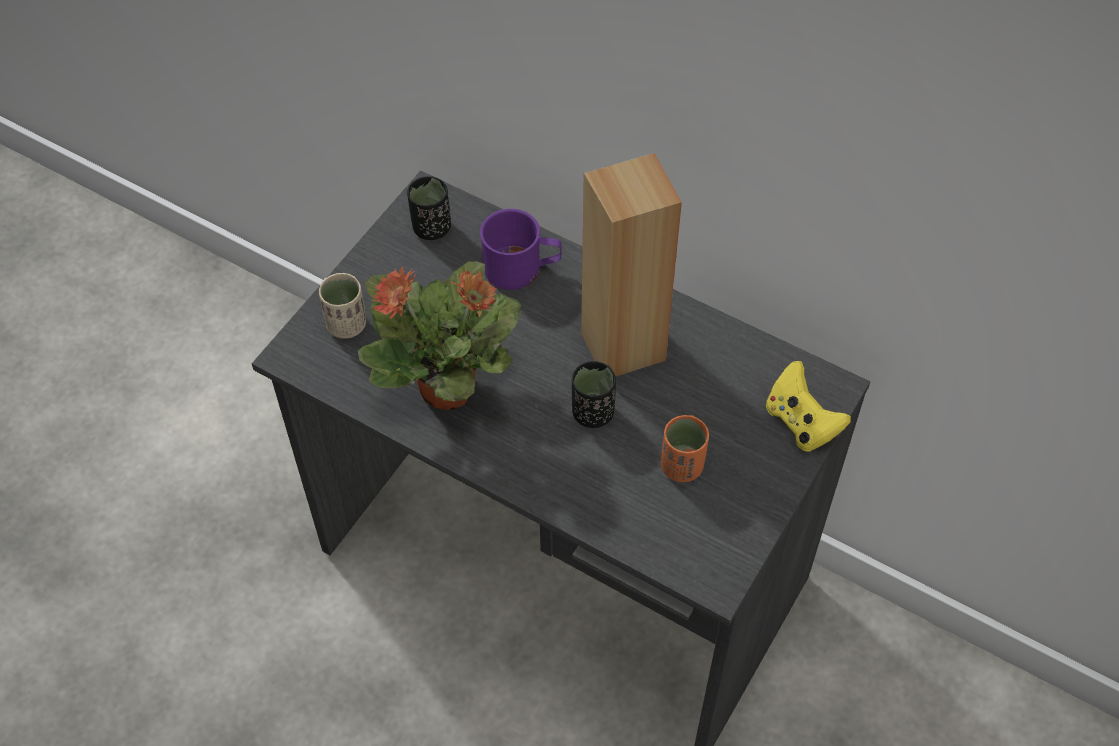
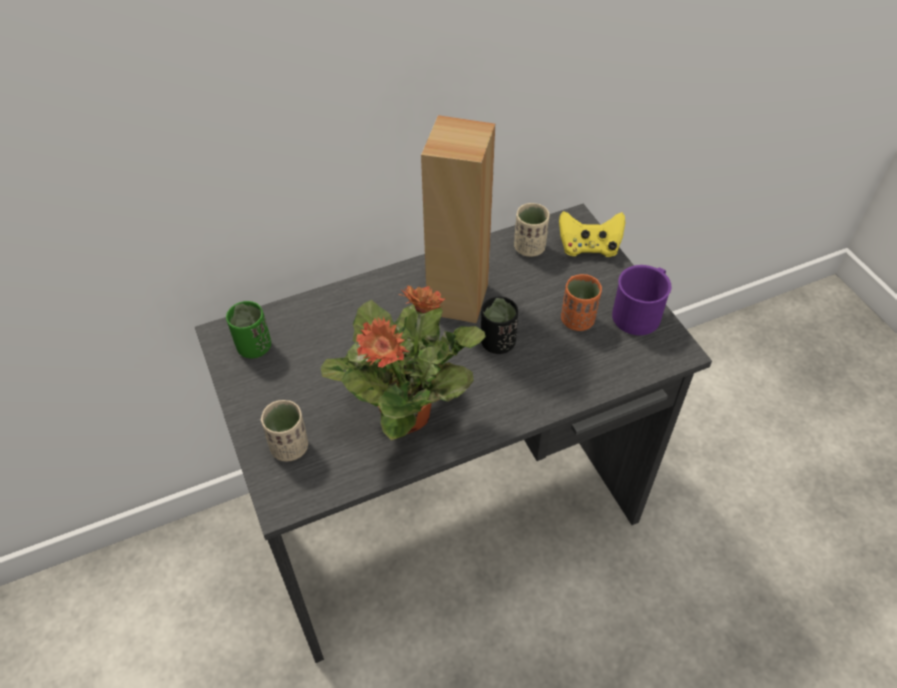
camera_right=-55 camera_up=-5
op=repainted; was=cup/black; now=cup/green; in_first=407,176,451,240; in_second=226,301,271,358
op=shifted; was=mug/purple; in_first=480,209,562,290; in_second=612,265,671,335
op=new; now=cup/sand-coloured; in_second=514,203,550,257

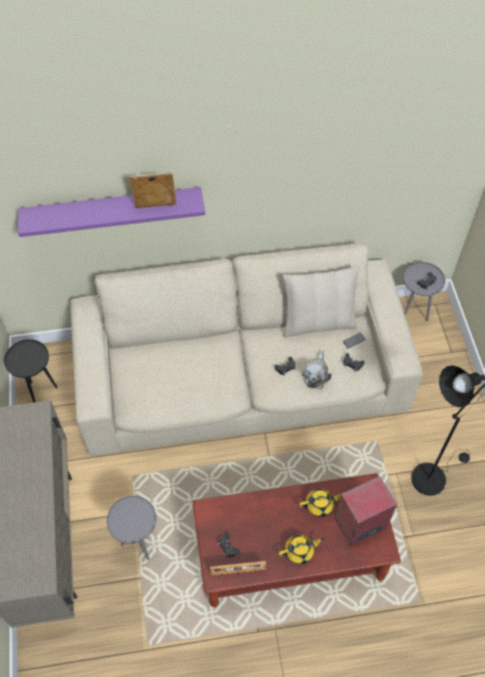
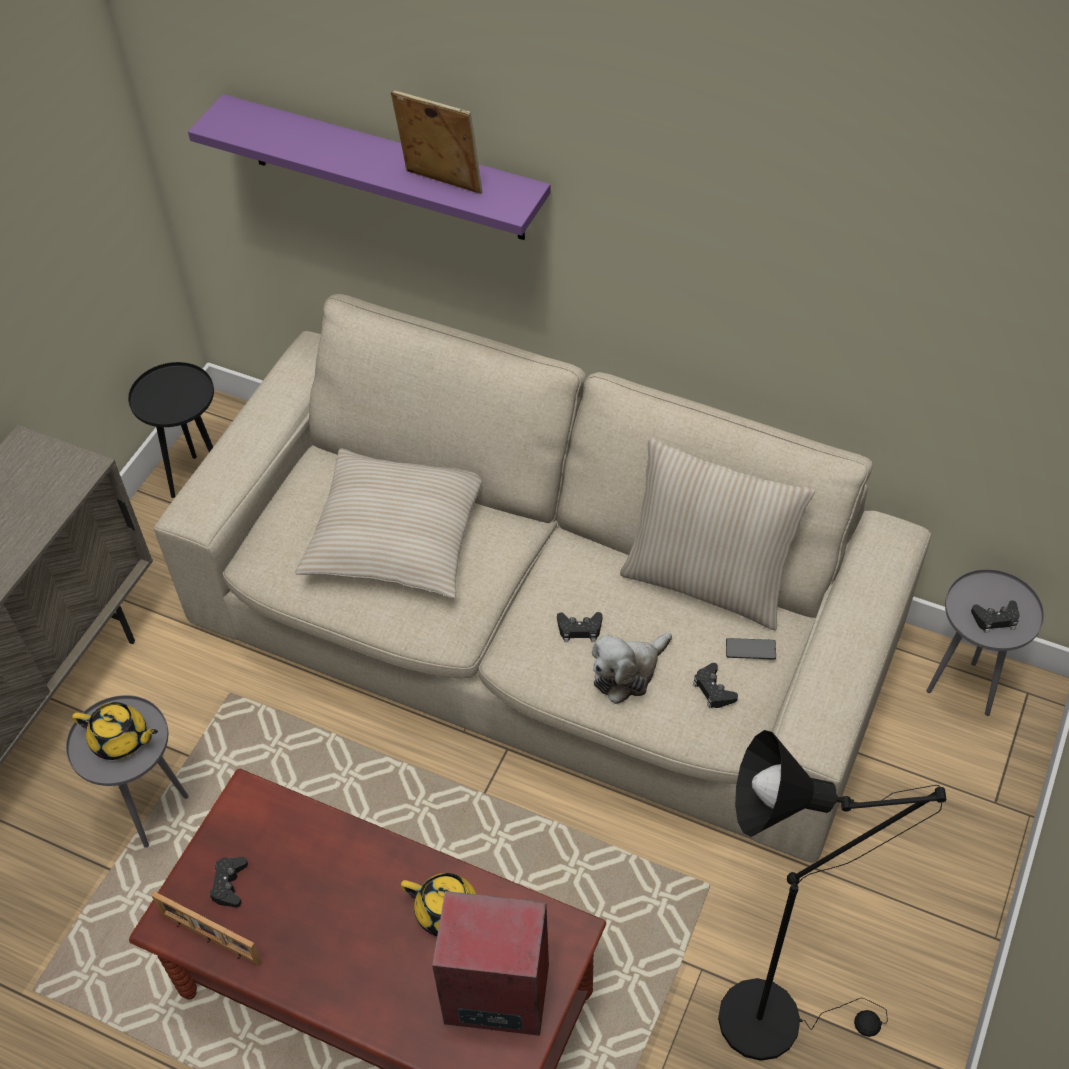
camera_right=35 camera_up=-5
op=shifted; was=pot for tea/yellow; in_first=279,534,324,564; in_second=72,702,158,760
op=new; now=cushion/sand-coloured; in_second=295,449,482,599

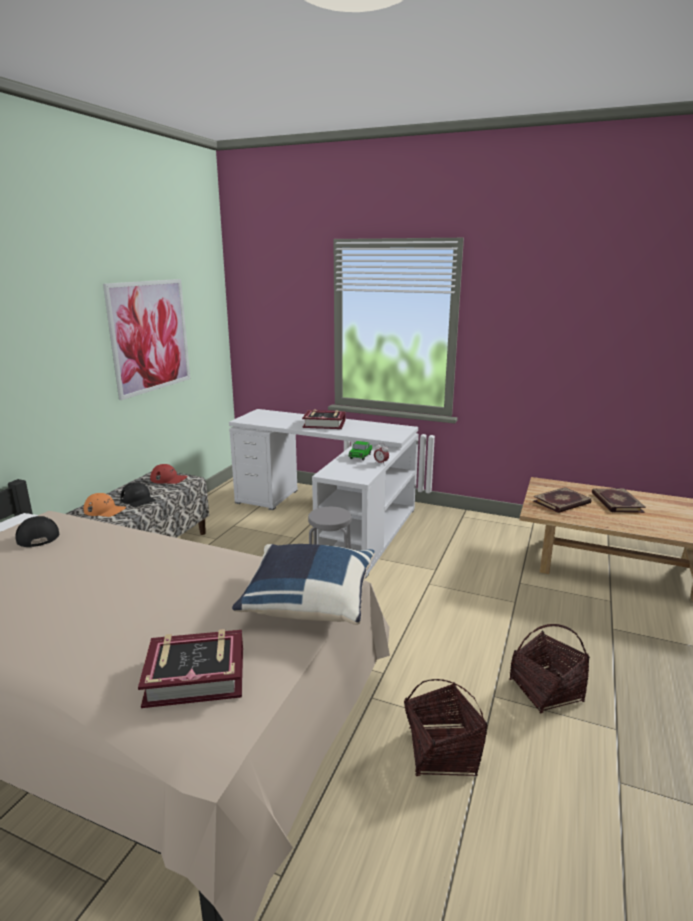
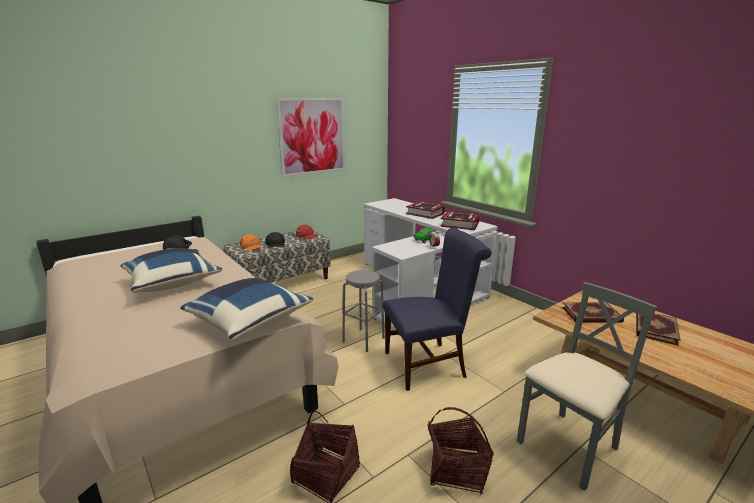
camera_right=30 camera_up=0
op=shifted; was=bound book; in_first=138,629,243,708; in_second=440,212,480,230
op=new; now=upright chair/bluish; in_second=383,228,492,391
op=new; now=cushion/bluish; in_second=120,248,222,293
op=new; now=upright chair/gray; in_second=517,282,657,491

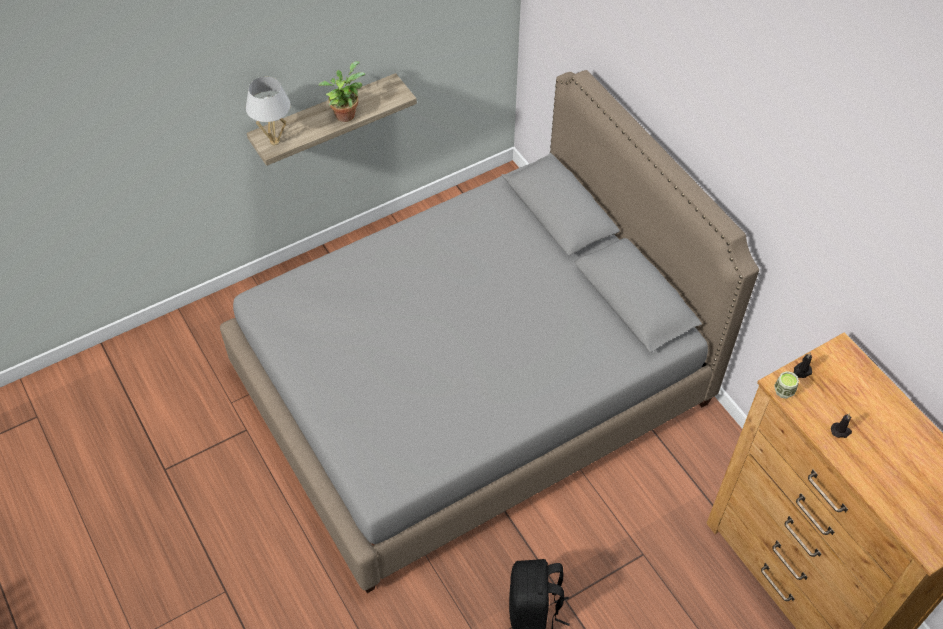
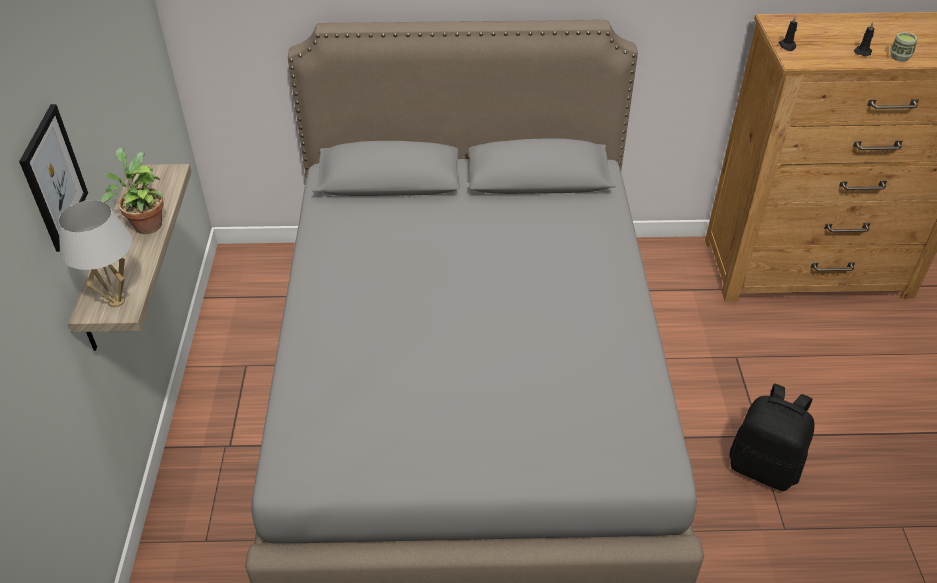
camera_right=-60 camera_up=-10
op=shifted; was=cup; in_first=774,371,799,399; in_second=890,32,917,62
op=new; now=wall picture; in_second=19,104,88,252

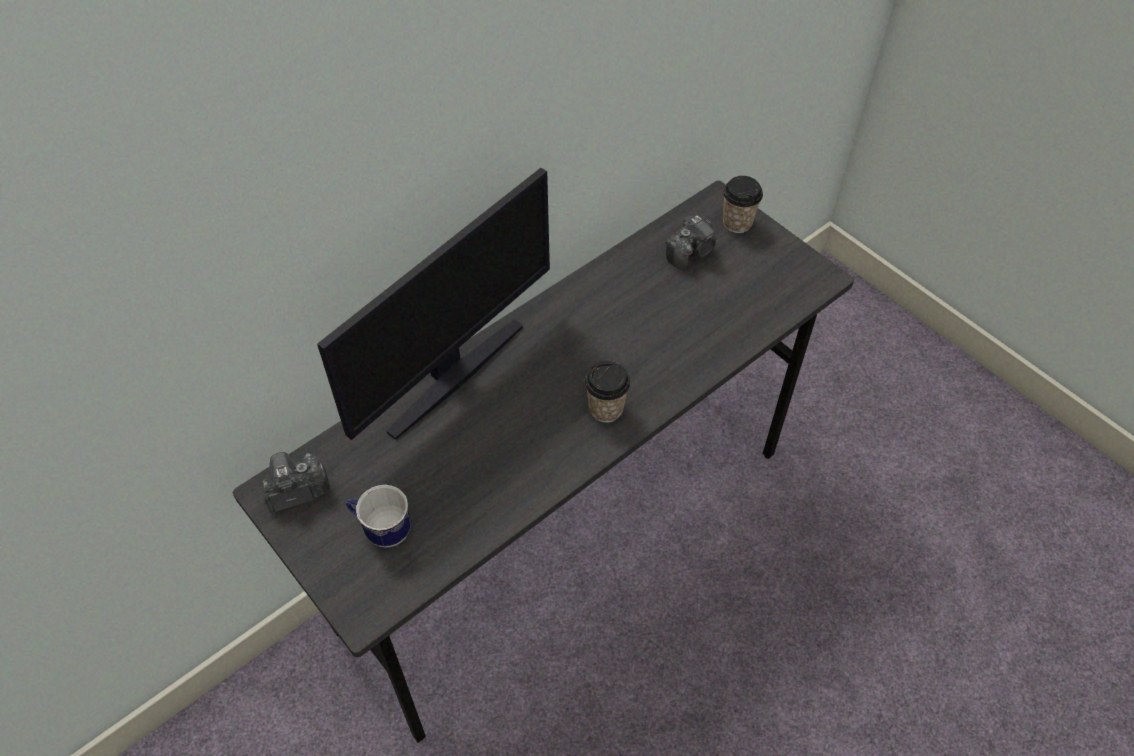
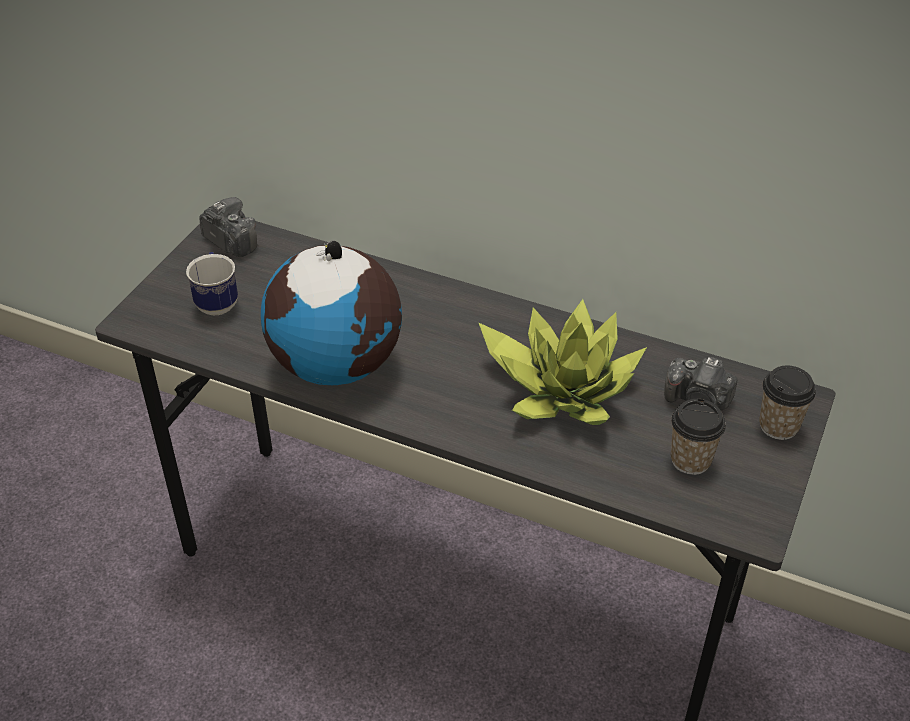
camera_right=65 camera_up=-10
op=gone; was=computer screen; in_first=317,168,550,440
op=shifted; was=cup; in_first=585,361,630,423; in_second=671,399,726,475
op=new; now=desk globe; in_second=261,241,402,385
op=new; now=plant in a pot; in_second=478,299,647,425

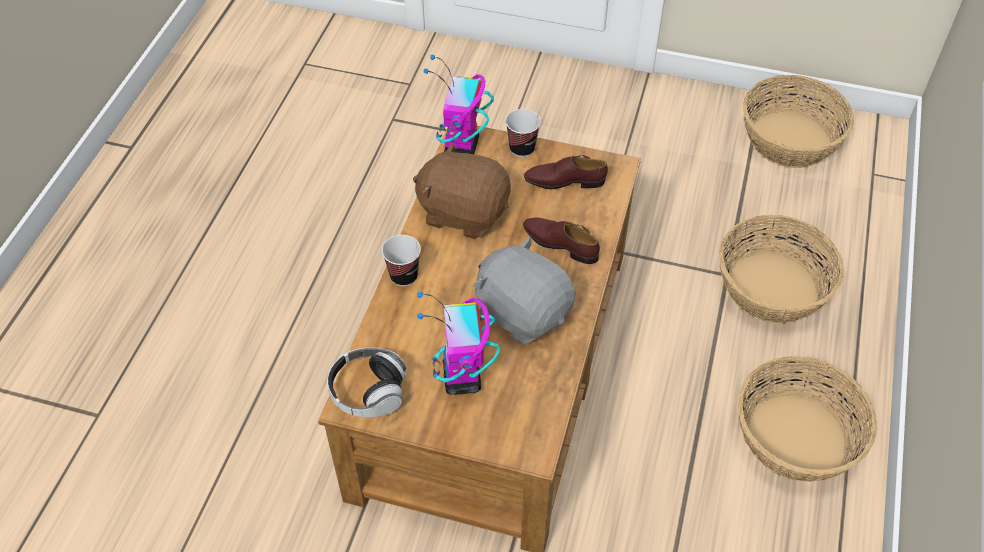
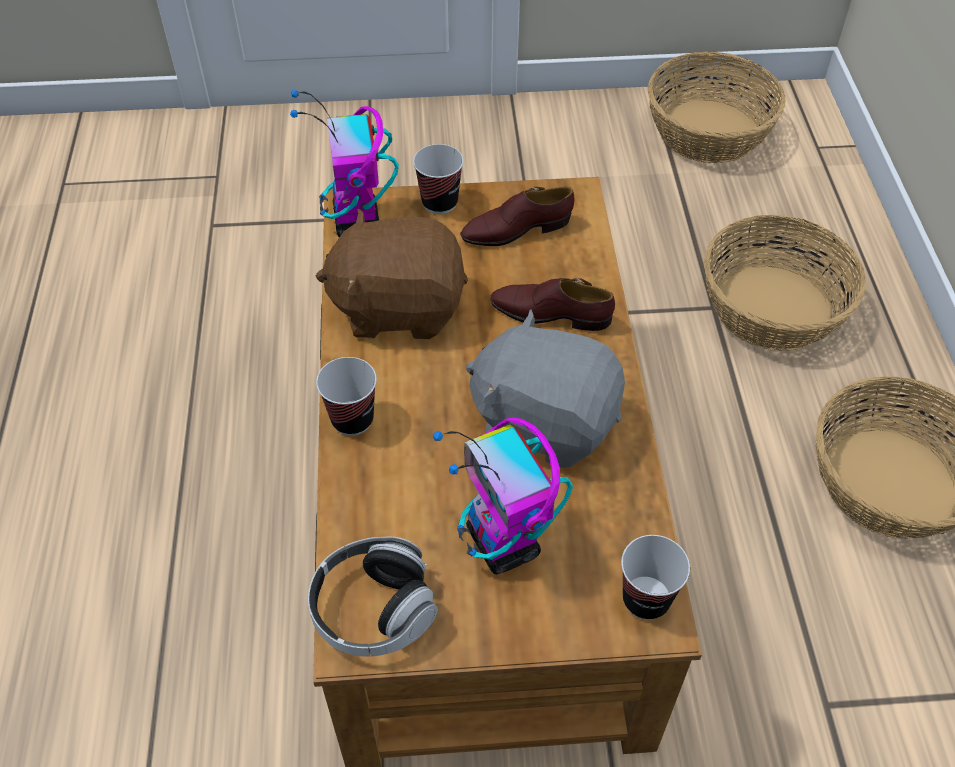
camera_right=-20 camera_up=0
op=new; now=cup; in_second=621,535,690,620

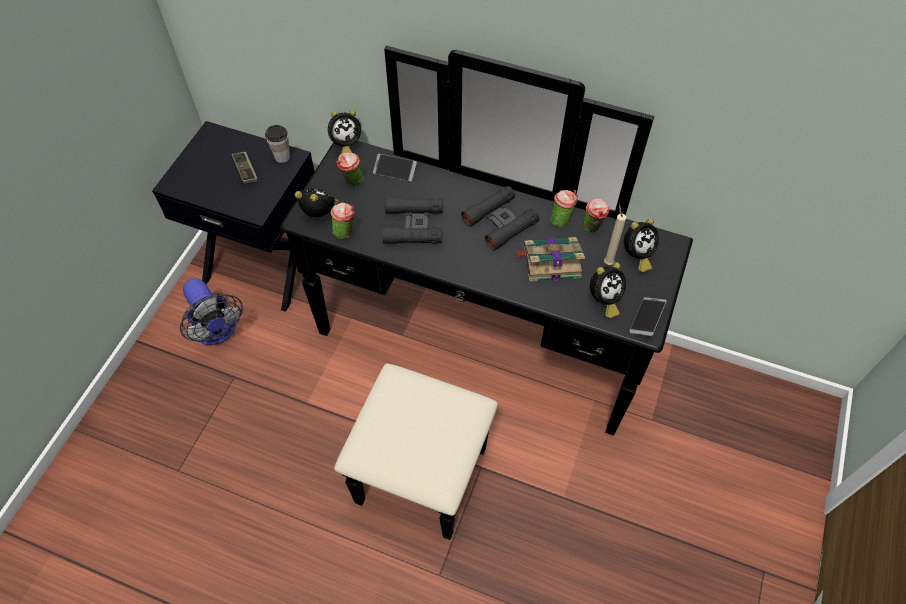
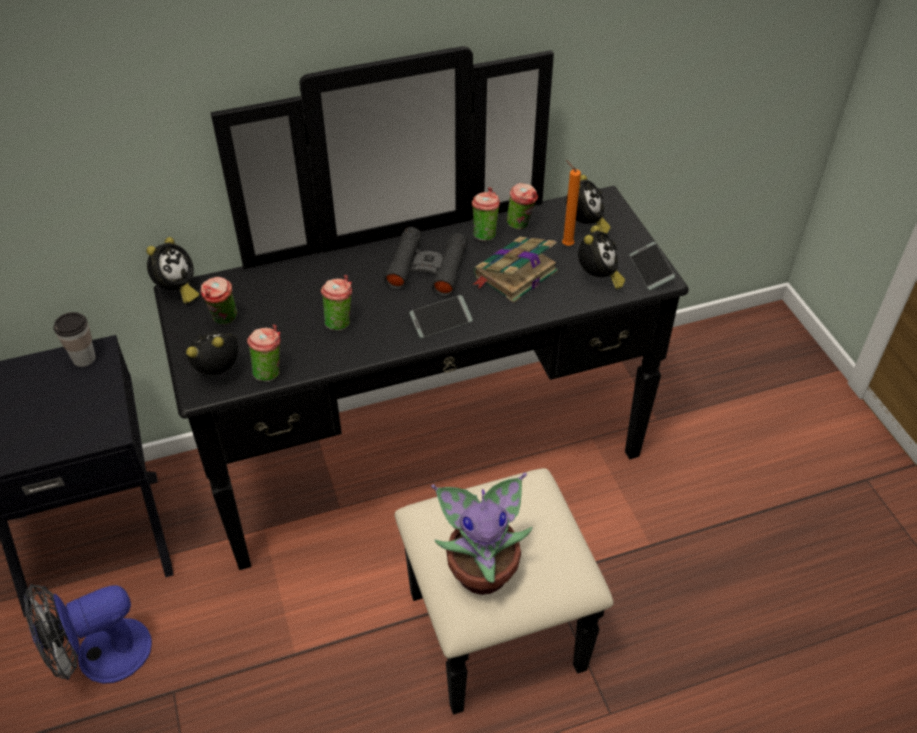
camera_right=-40 camera_up=-10
op=gone; was=game controller; in_first=231,152,258,184
op=shifted; was=telephone; in_first=373,154,417,182; in_second=409,295,473,338
op=swapped; was=pair of binoculars/black; now=cup; in_first=382,197,443,244; in_second=321,275,352,331
op=repainted; was=wax light/sand-coloured; now=wax light/orange-coloured; in_first=604,204,626,265; in_second=562,160,581,246
op=rotated; was=fan; in_first=180,278,243,345; in_second=24,584,152,684; clockwise=135
op=new; now=plant in a pot; in_second=431,473,533,595

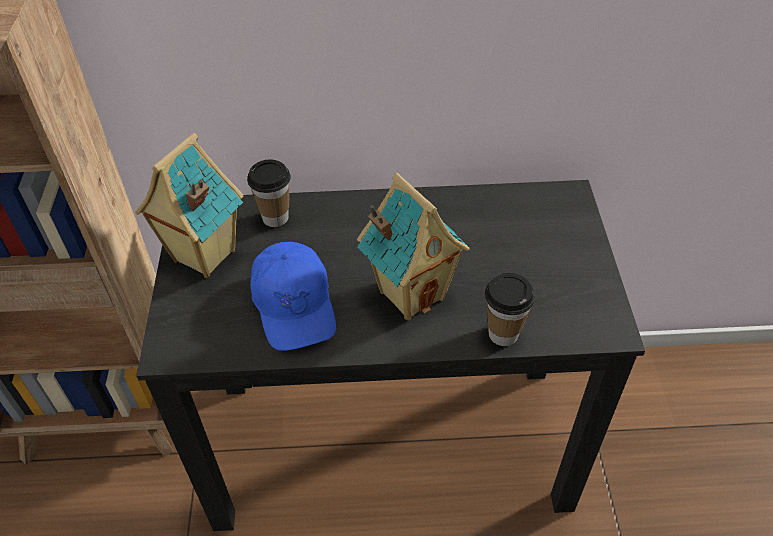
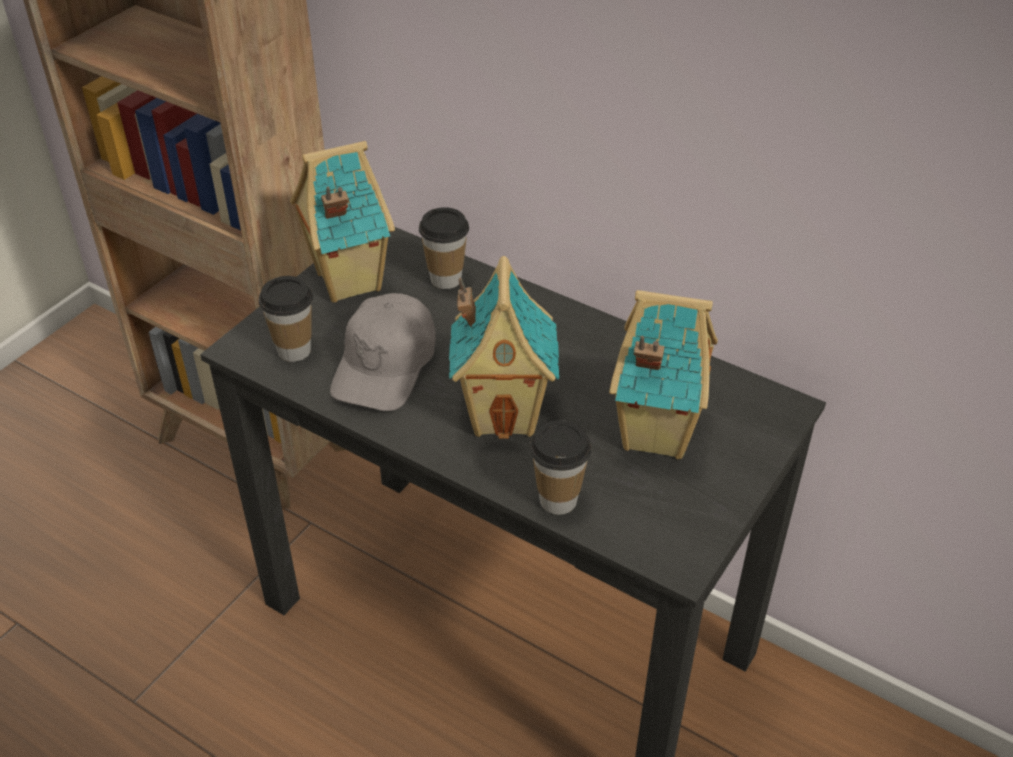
camera_right=35 camera_up=-5
op=repainted; was=peaked cap/bluish; now=peaked cap/gray; in_first=250,242,336,351; in_second=330,293,436,411
op=new; now=cup; in_second=259,276,313,362
op=new; now=toy house; in_second=609,290,718,459

